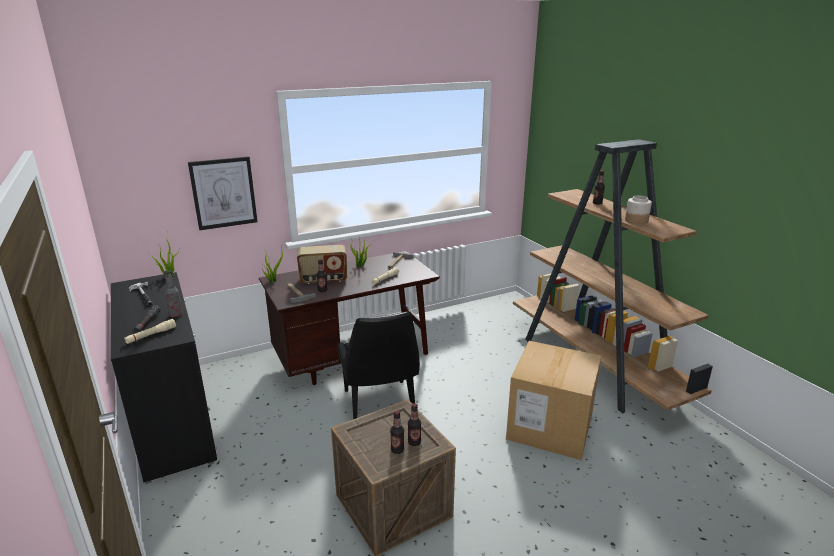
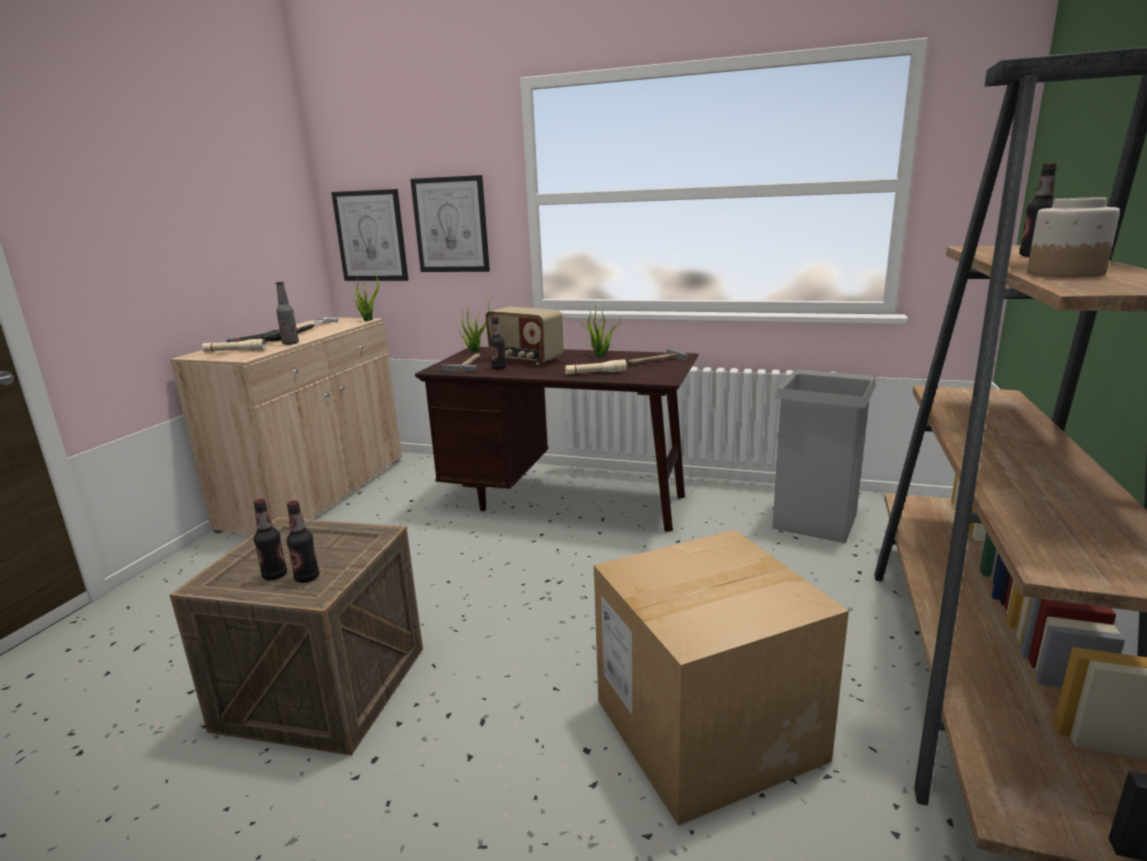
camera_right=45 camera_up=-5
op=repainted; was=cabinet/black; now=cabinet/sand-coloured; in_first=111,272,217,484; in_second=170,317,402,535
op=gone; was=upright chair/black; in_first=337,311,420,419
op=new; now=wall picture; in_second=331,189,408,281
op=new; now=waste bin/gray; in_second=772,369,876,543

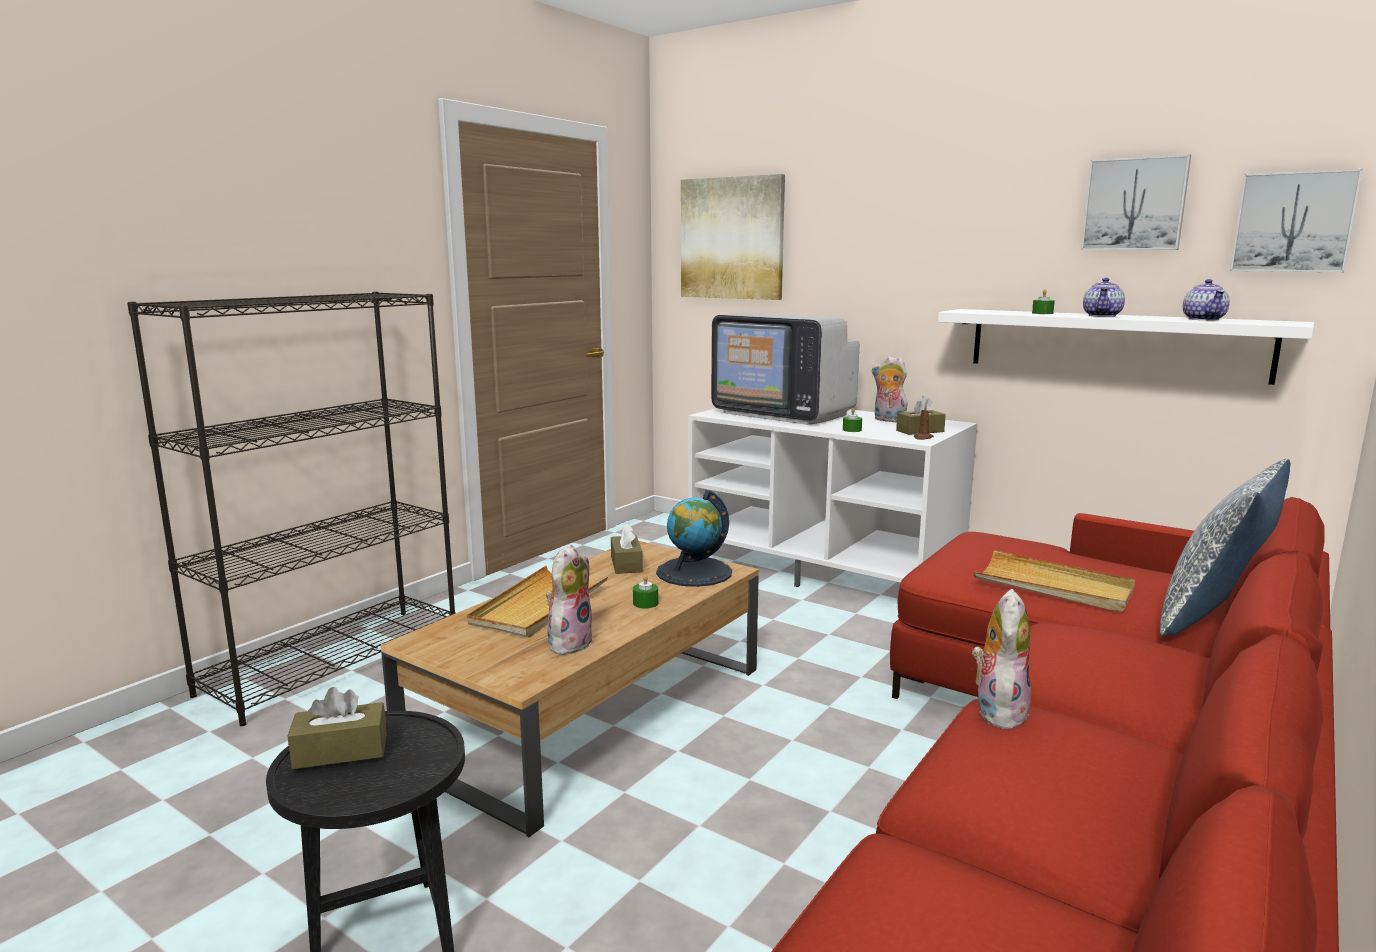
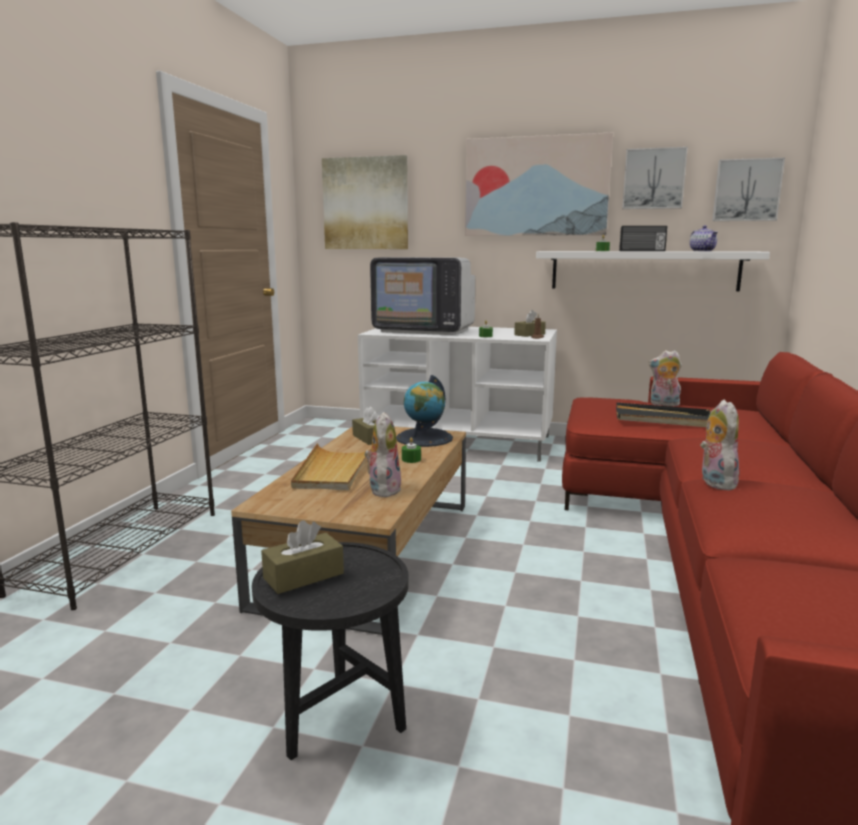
camera_right=-20 camera_up=0
op=swapped; was=pot for tea; now=radio set; in_first=1083,278,1125,317; in_second=619,226,668,251
op=shifted; was=soft toy; in_first=872,356,908,422; in_second=648,350,682,406
op=gone; was=cushion; in_first=1160,458,1291,637
op=repainted; was=tray/sand-coloured; now=tray/black; in_first=974,550,1136,612; in_second=616,403,711,427
op=new; now=wall picture; in_second=465,132,613,236

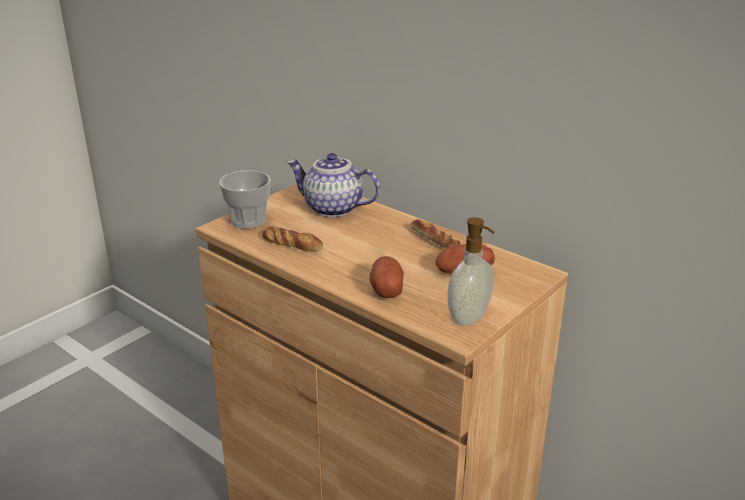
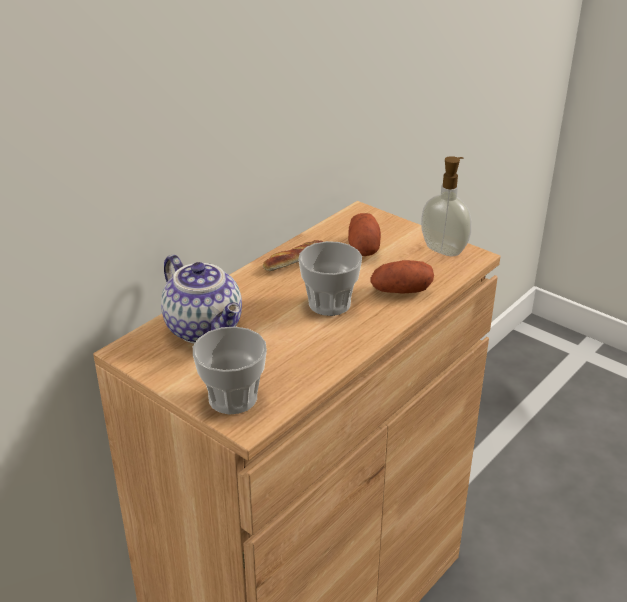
camera_right=-90 camera_up=5
op=rotated; was=pot for tea; in_first=287,153,380,217; in_second=161,255,242,344; clockwise=-60
op=gone; was=baked bread; in_first=262,226,323,252
op=new; now=cup; in_second=298,241,362,316

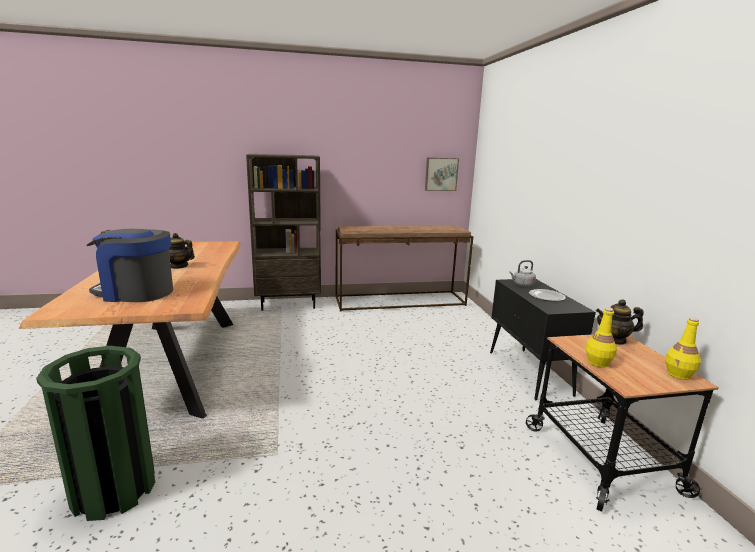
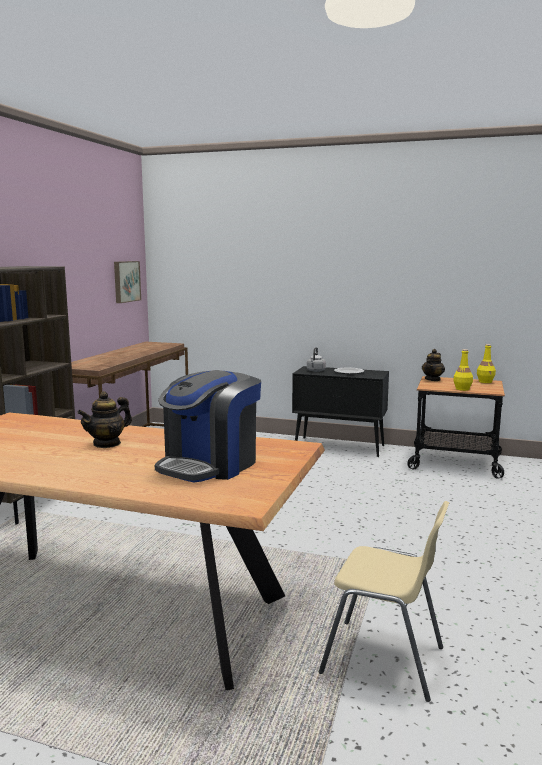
camera_right=-60 camera_up=-5
op=swapped; was=waste bin/green; now=upright chair/sand-coloured; in_first=36,346,155,521; in_second=319,501,449,702

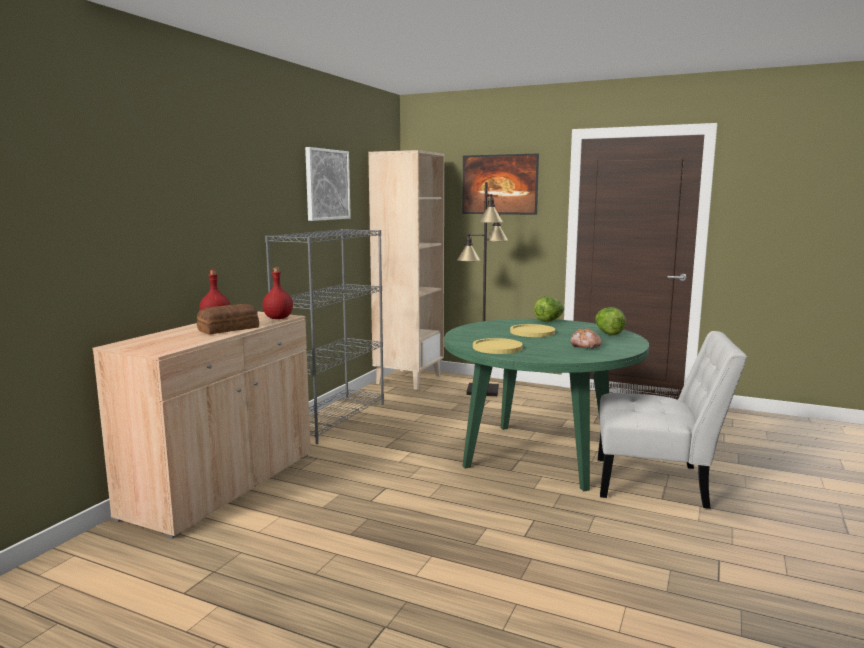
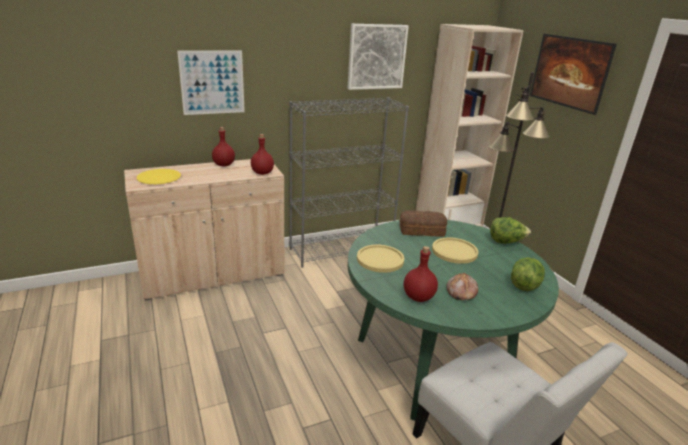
camera_right=40 camera_up=15
op=shifted; was=baked bread; in_first=197,304,259,334; in_second=400,210,447,237
op=new; now=wall picture; in_second=177,50,245,115
op=new; now=flat dish/yellow; in_second=137,169,181,184
op=new; now=drink bottle/red-coloured; in_second=404,246,438,302

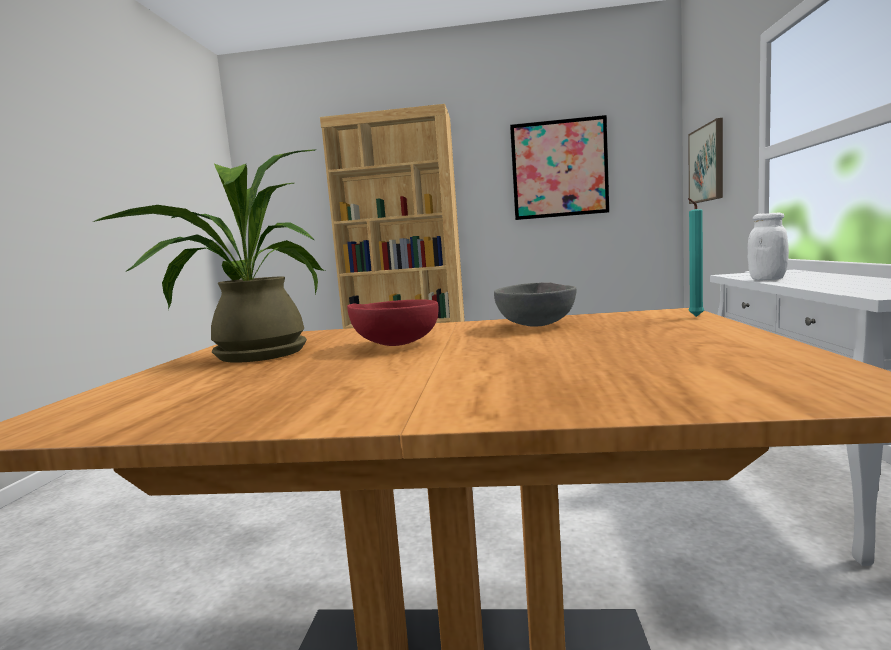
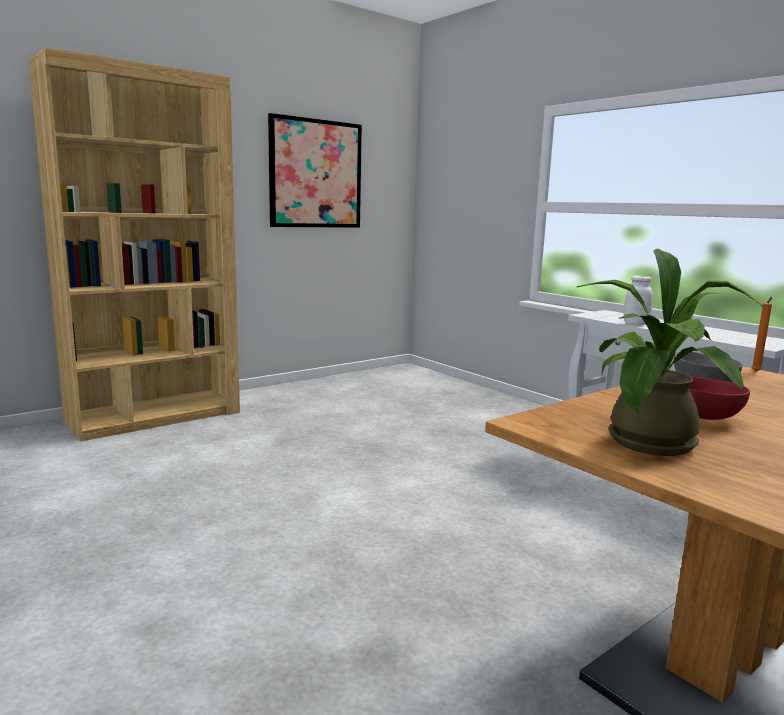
camera_right=-45 camera_up=5
op=gone; was=wall picture; in_first=688,118,723,204
op=repainted; was=wax light/turquoise; now=wax light/orange-coloured; in_first=688,198,704,317; in_second=751,297,772,372

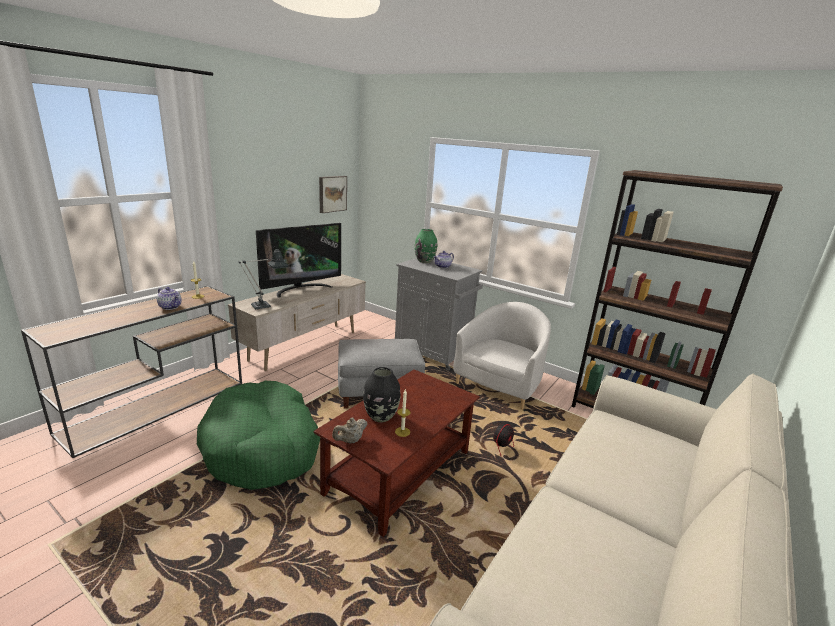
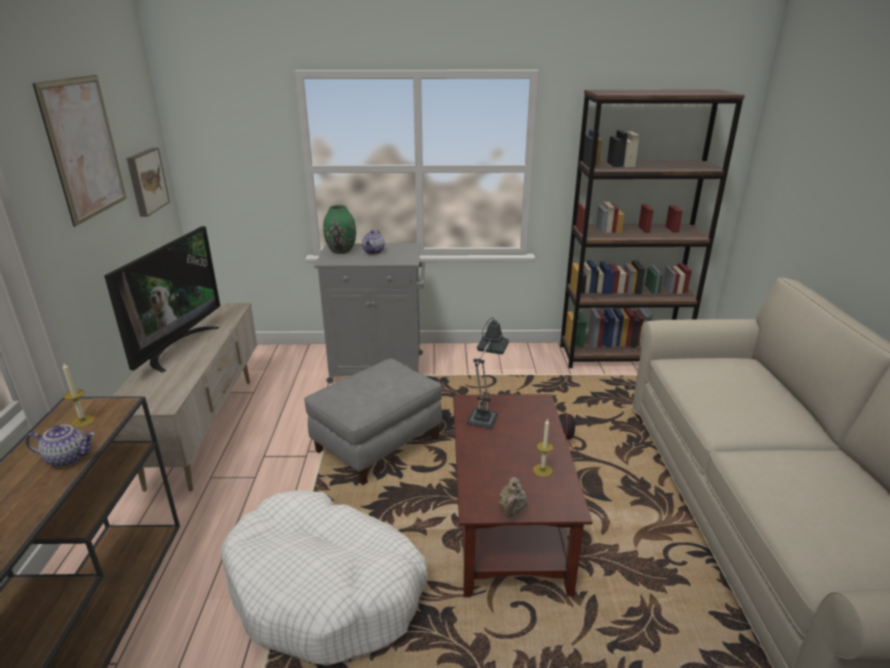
camera_right=-35 camera_up=5
op=shifted; was=table lamp; in_first=239,247,288,309; in_second=467,318,509,429
op=gone; was=lounge chair/white; in_first=453,302,551,409
op=gone; was=decorative vase/black; in_first=363,367,400,422
op=repainted; was=dog bed/green; now=dog bed/white; in_first=197,381,320,490; in_second=221,490,427,666
op=new; now=wall picture; in_second=32,75,127,227

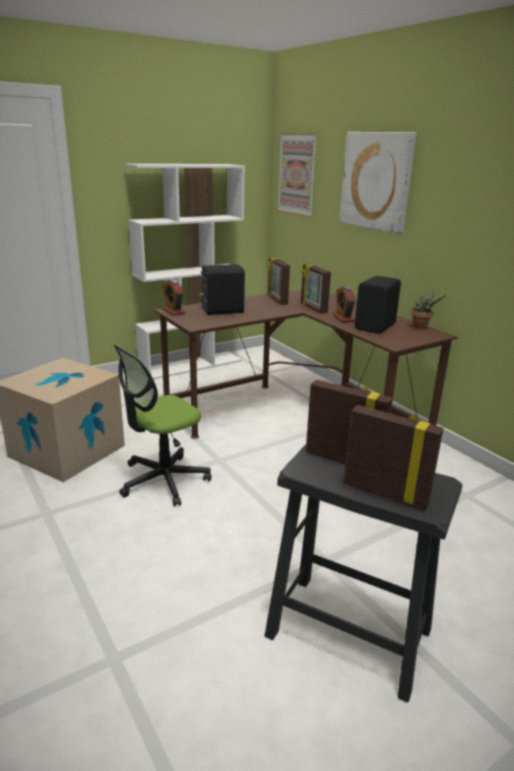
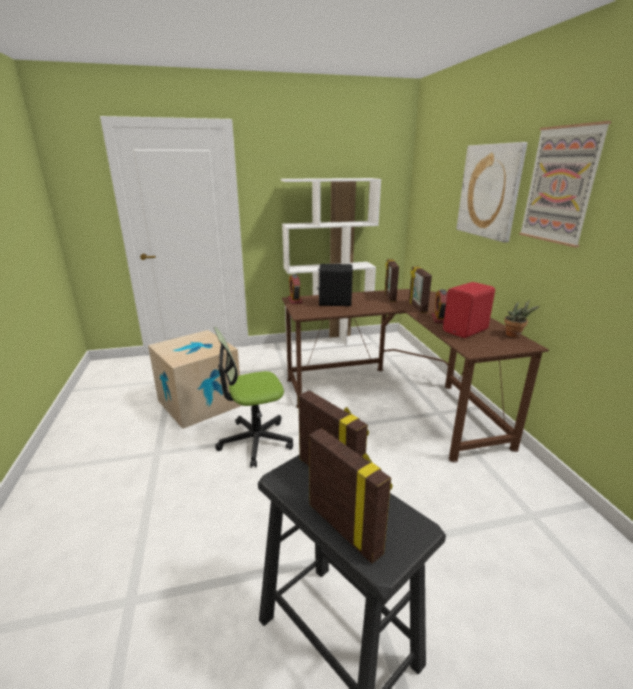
camera_right=20 camera_up=0
op=shifted; was=wall picture; in_first=277,133,318,217; in_second=519,121,611,247
op=repainted; was=loudspeaker/black; now=loudspeaker/red-coloured; in_first=355,276,401,334; in_second=443,282,495,338

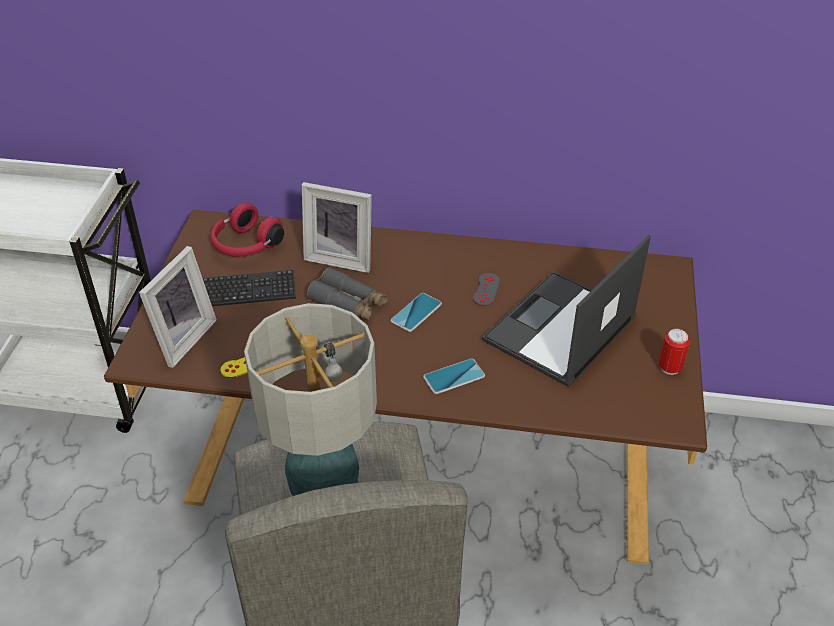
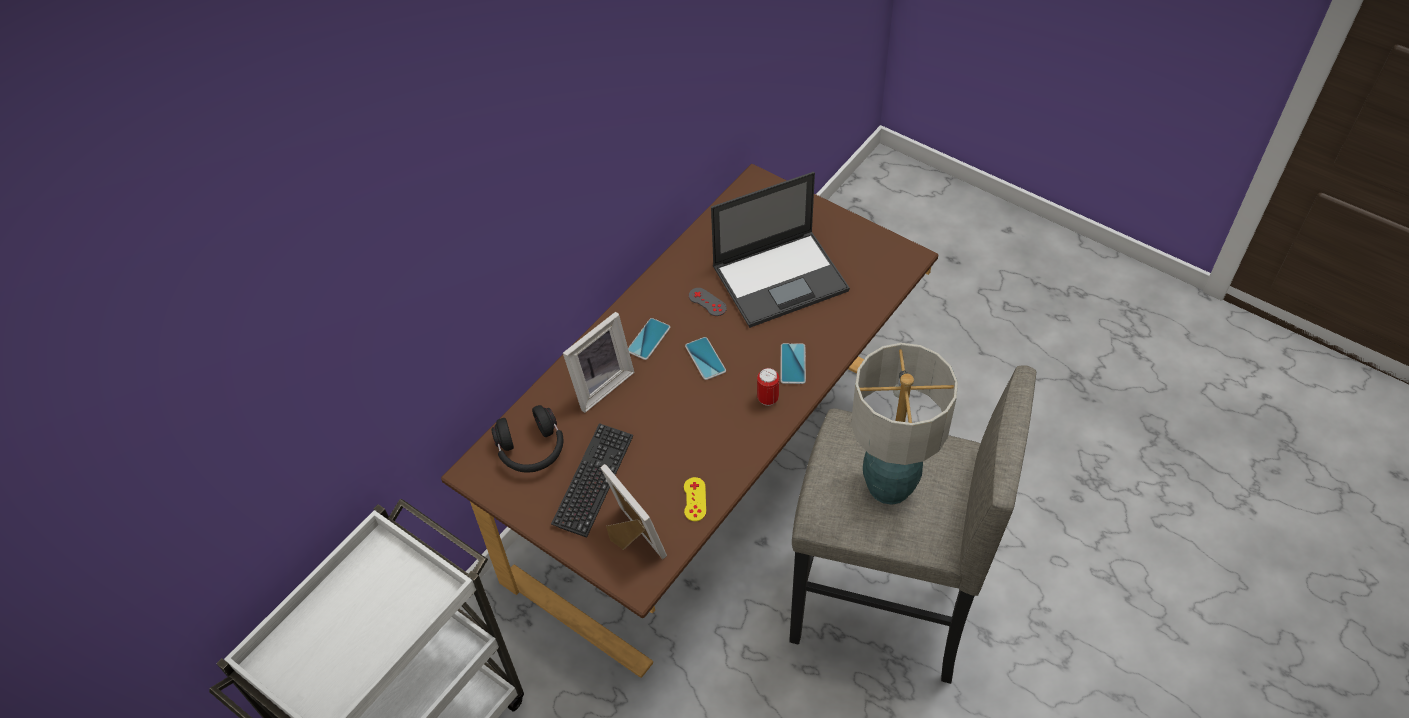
camera_right=-60 camera_up=10
op=repainted; was=headset/red-coloured; now=headset/black; in_first=210,203,284,257; in_second=491,405,564,473
op=rotated; was=portable computer; in_first=482,235,651,387; in_second=711,172,850,328; clockwise=-90
op=gone; was=pair of binoculars/gray; in_first=307,267,388,320
op=shifted; was=sealed can; in_first=659,329,690,375; in_second=757,368,779,406
op=new; now=telephone; in_second=628,318,670,360

